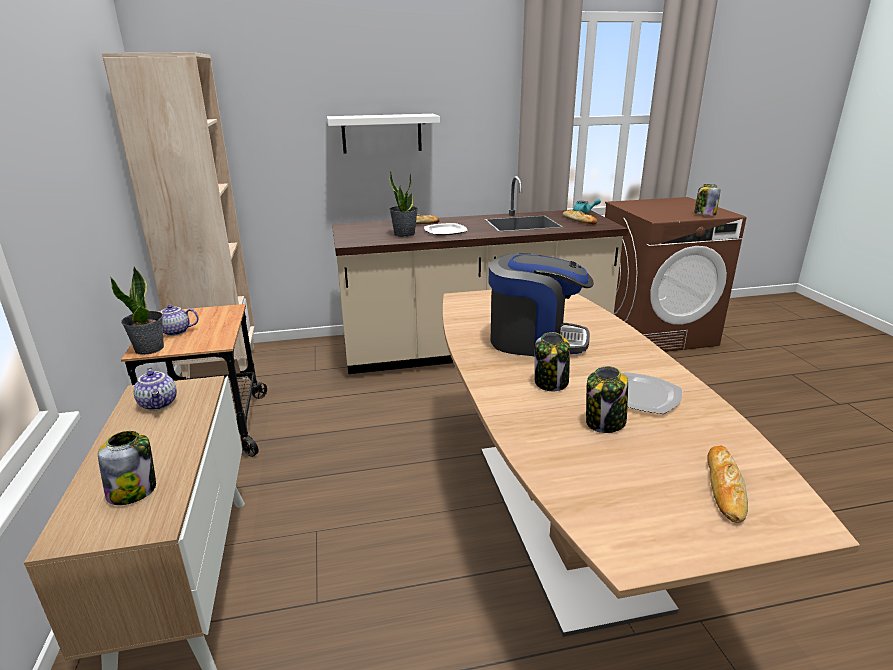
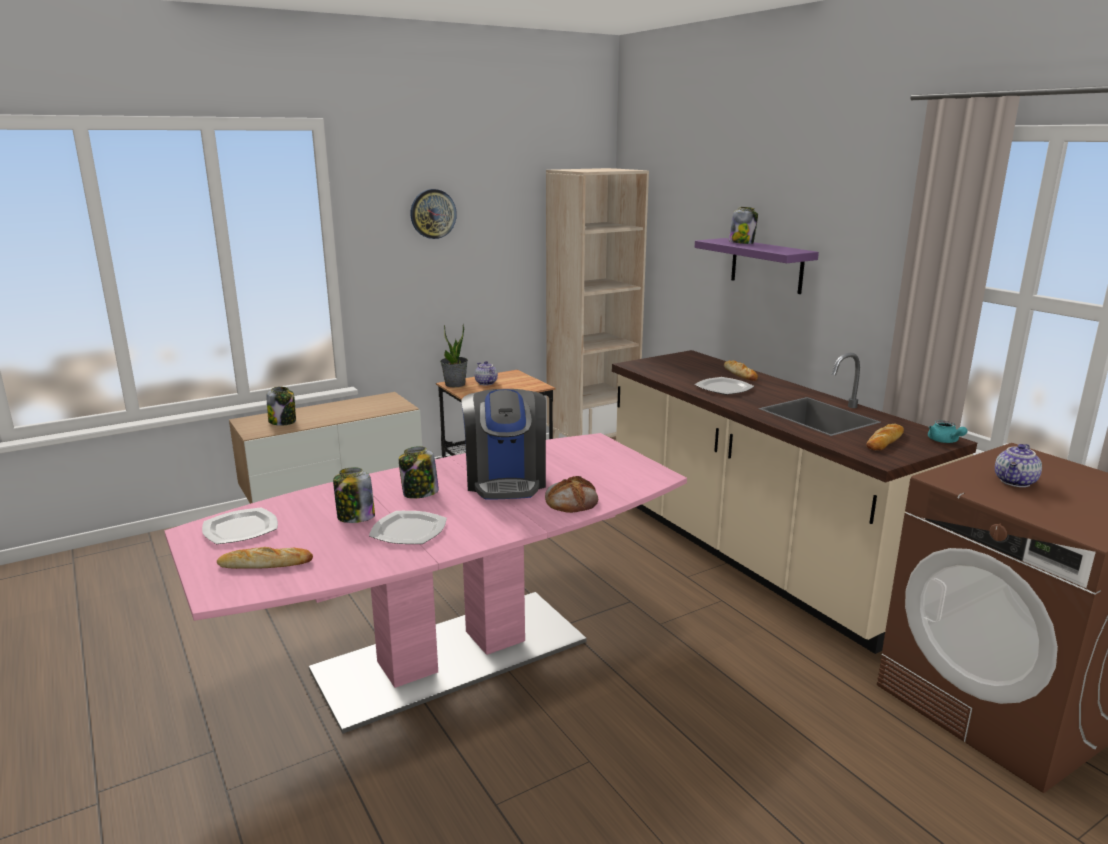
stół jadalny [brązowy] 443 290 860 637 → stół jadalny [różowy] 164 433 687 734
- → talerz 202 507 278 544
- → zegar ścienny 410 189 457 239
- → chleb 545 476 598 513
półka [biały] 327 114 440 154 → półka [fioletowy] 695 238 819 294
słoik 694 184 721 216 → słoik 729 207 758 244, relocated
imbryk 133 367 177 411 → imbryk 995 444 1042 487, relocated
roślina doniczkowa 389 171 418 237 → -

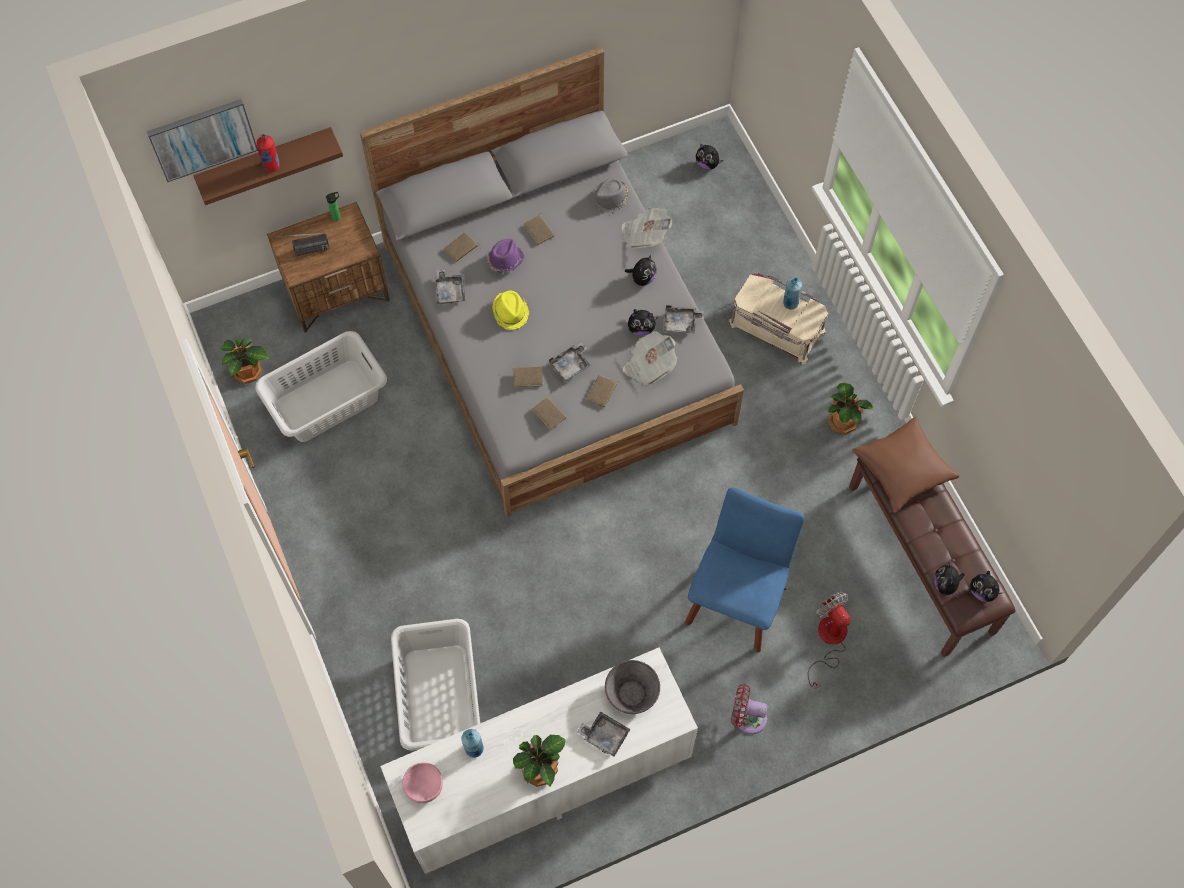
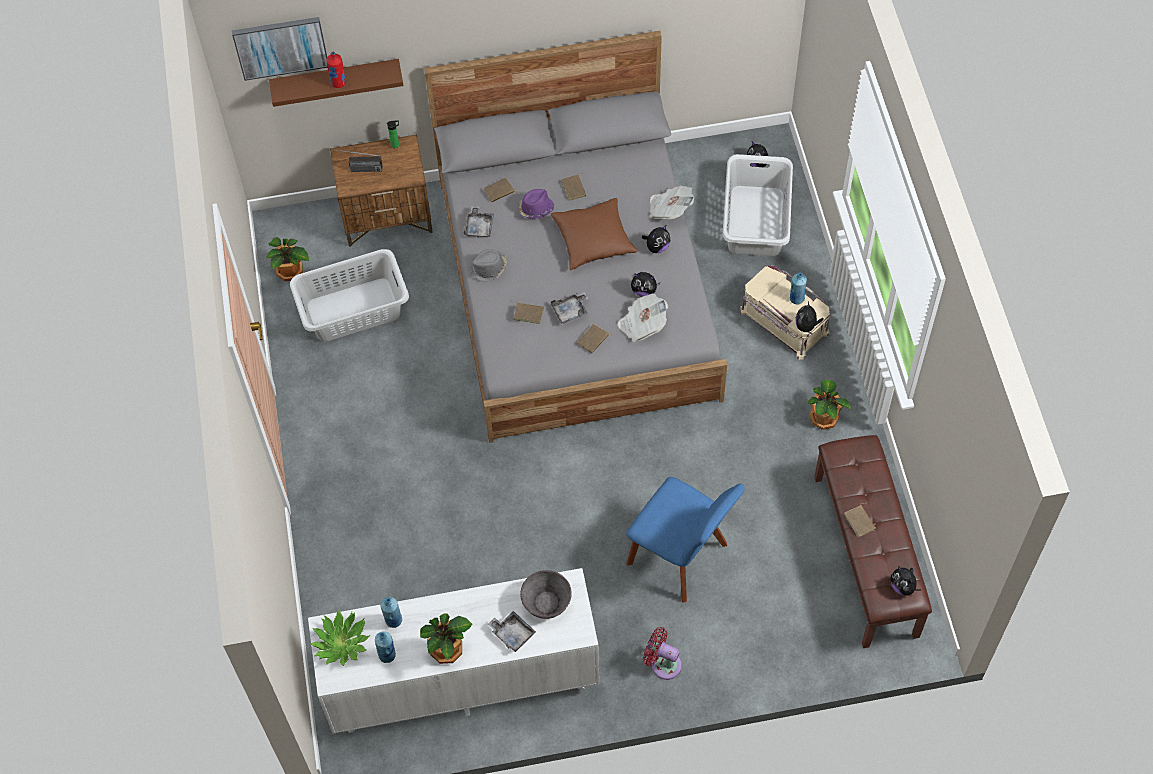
miska [różowy] 402 762 443 803 → roślina doniczkowa 310 609 370 666
- → butelka [niebieski] 375 631 396 663
kapelusz [szary] 590 178 628 213 → kapelusz [szary] 470 249 507 282, relocated
poduszka [brązowy] 852 417 960 513 → poduszka [brązowy] 551 198 638 270, relocated
krzesło [niebieski] 685 487 805 653 → krzesło [niebieski] 626 477 745 603, 90 degrees clockwise
kosz na pranie [szary] 391 619 480 750 → kosz na pranie [szary] 722 154 793 256, relocated
pluszak 934 563 965 597 → pluszak 795 302 824 335, relocated
książka [brązowy] 532 393 566 430 → książka [brązowy] 844 503 876 537, relocated
kapelusz [żółty] 492 290 529 330 → -
taca [szary] 664 305 704 333 → -
wentylator 808 592 851 690 → -

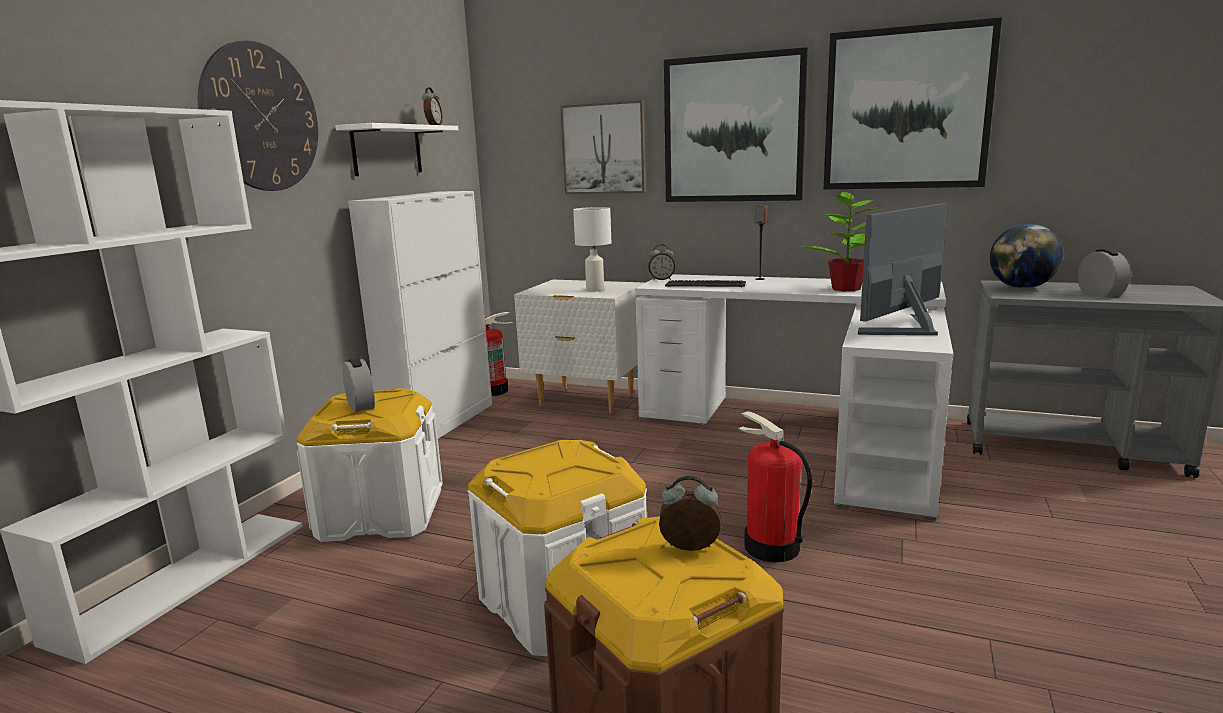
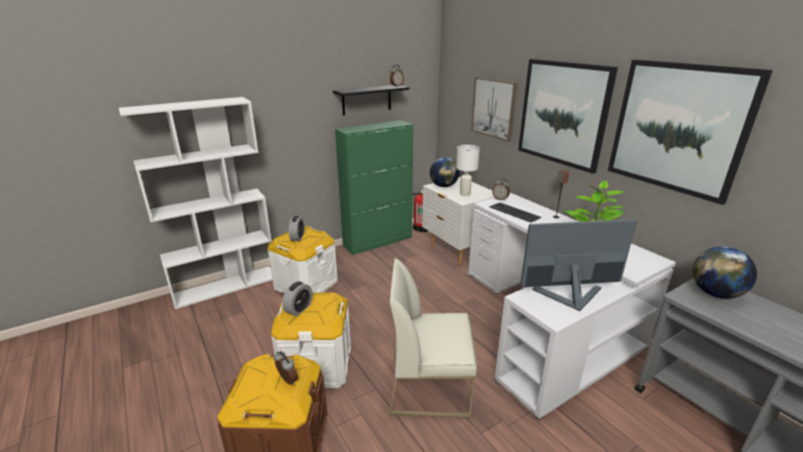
budzik 1078 249 1130 297 → budzik 282 281 313 316, relocated
półka [biały] 335 123 458 176 → półka [czarny] 333 85 409 116
szafka [biały] 348 191 492 439 → szafka [zielony] 335 120 413 255
gaśnica 737 411 812 562 → krzesło [biały] 389 259 477 418
- → globus 430 157 460 187
zegar ścienny 198 41 318 191 → -

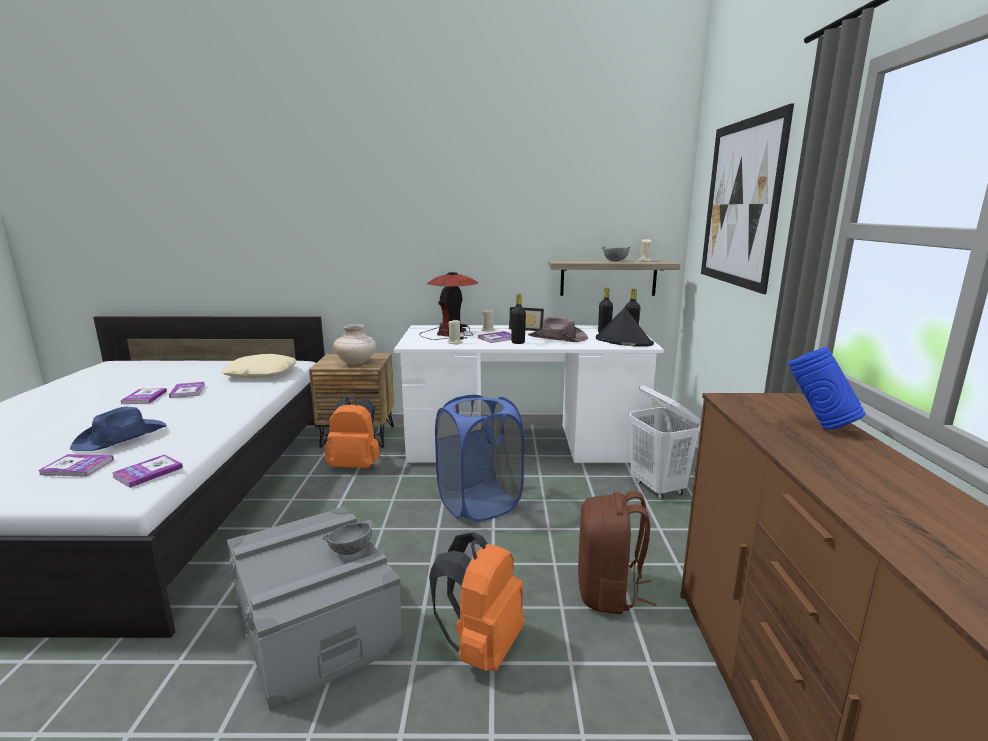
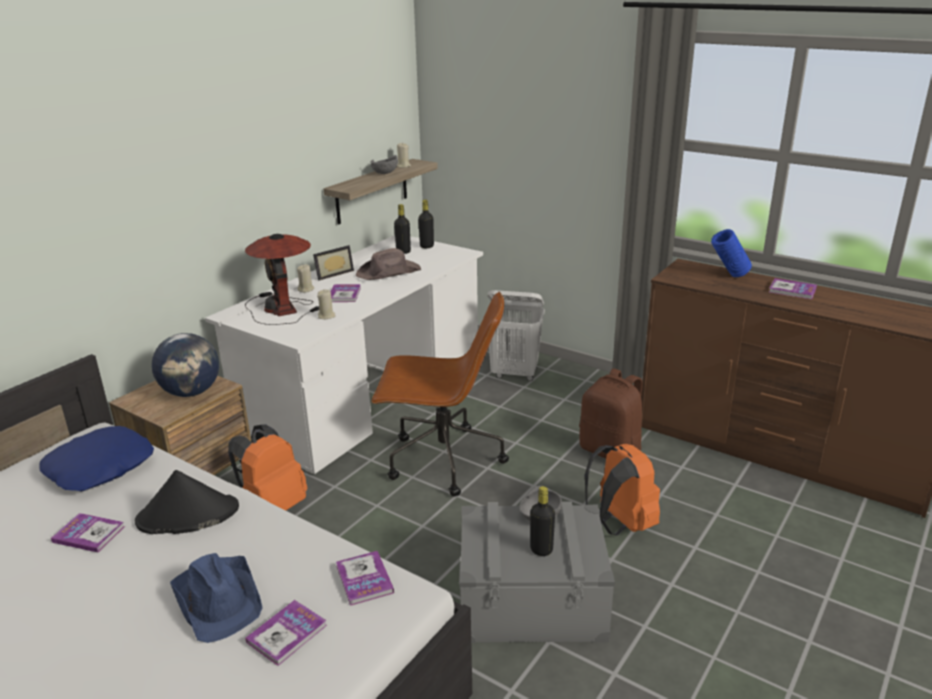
poduszka [beżowy] 222 354 296 379 → poduszka [niebieski] 39 426 154 492
kapelusz [czarny] 596 307 654 347 → kapelusz [czarny] 135 470 239 534, relocated
wazon [beżowy] 333 324 376 365 → globus 152 333 219 397
kosz na pranie [niebieski] 435 394 524 522 → krzesło biurowe [brązowy] 371 292 509 496
butelka [czarny] 511 294 526 344 → butelka [czarny] 530 486 555 556, relocated
książka 120 388 167 404 → książka 769 278 817 299, relocated
obraz 701 104 794 294 → -

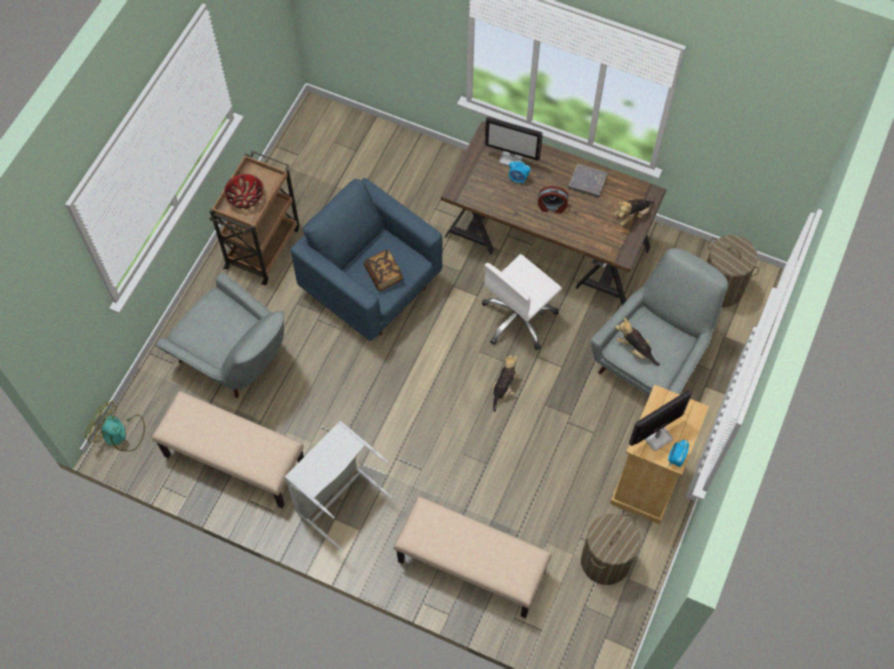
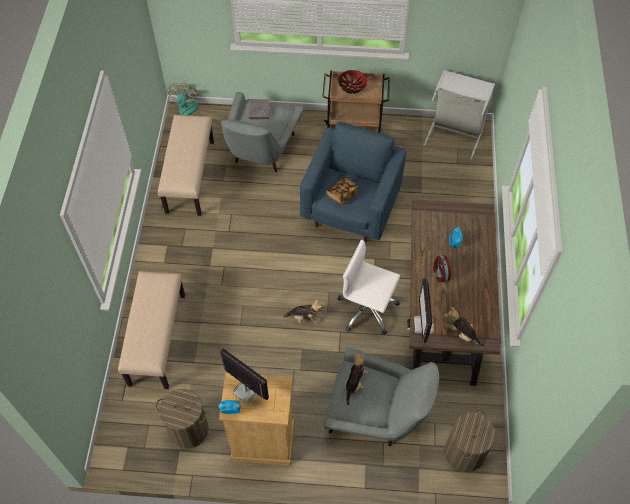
książka [szary] 568 163 608 198 → książka [szary] 249 99 270 119, relocated
monitor 485 117 543 166 → monitor 414 278 434 343, relocated
kosz na pranie [szary] 285 421 392 551 → kosz na pranie [szary] 424 70 495 159, relocated

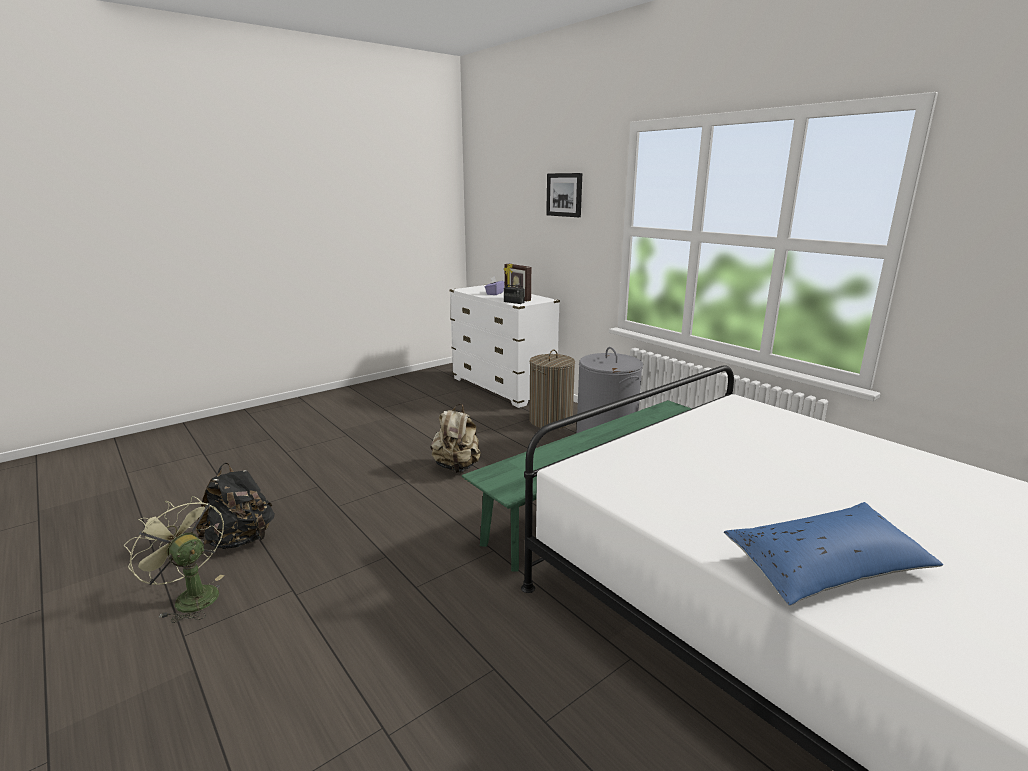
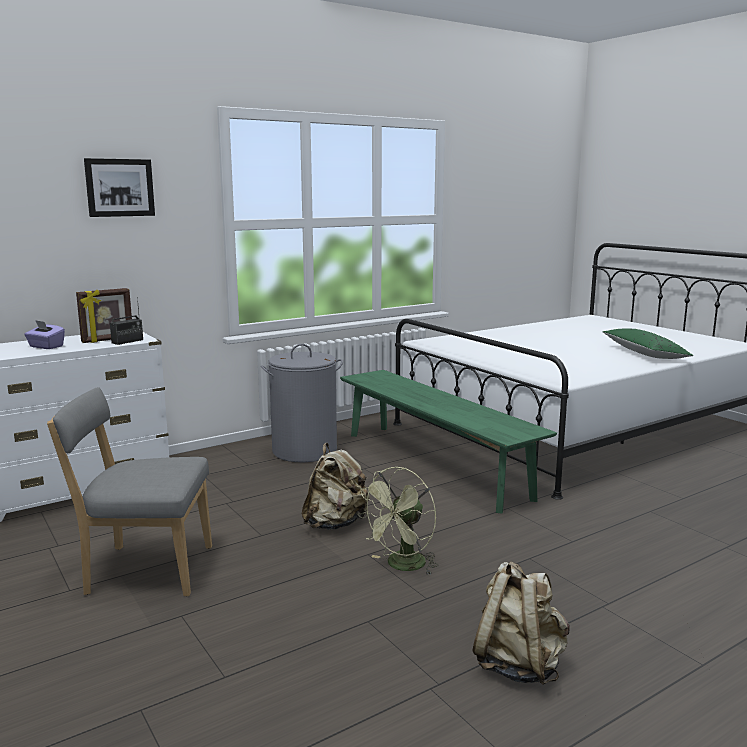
- → krzesło [szary] 47 387 212 596
wentylator [zielony] 124 496 224 623 → wentylator [zielony] 357 467 439 575, relocated
plecak [czarny] 196 463 275 549 → plecak [beżowy] 472 561 570 685
poduszka [niebieski] 724 502 943 606 → poduszka [zielony] 603 329 693 359
kosz na pranie 529 350 575 429 → -

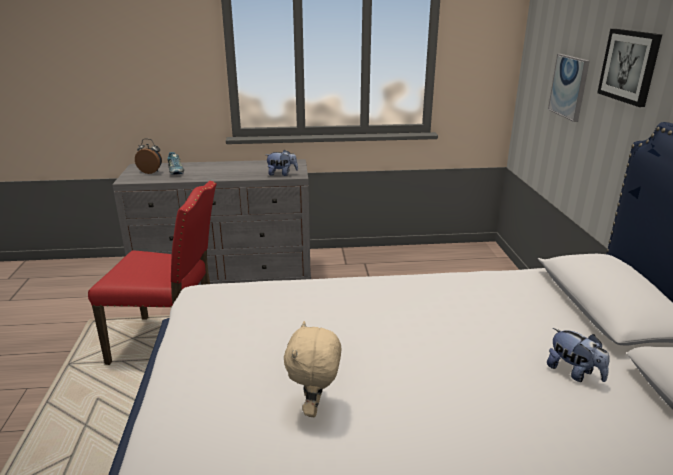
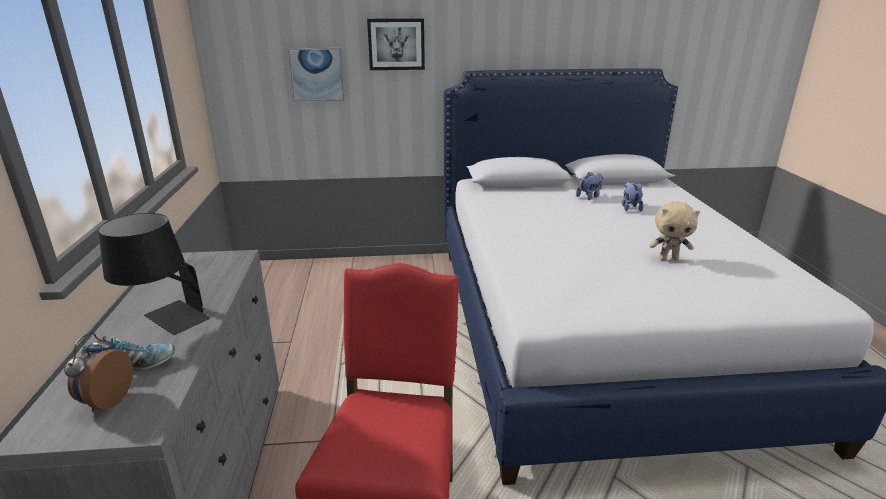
- → lampa stołowa [czarny] 98 213 210 335
pluszak 265 150 298 176 → pluszak 622 182 644 211, relocated

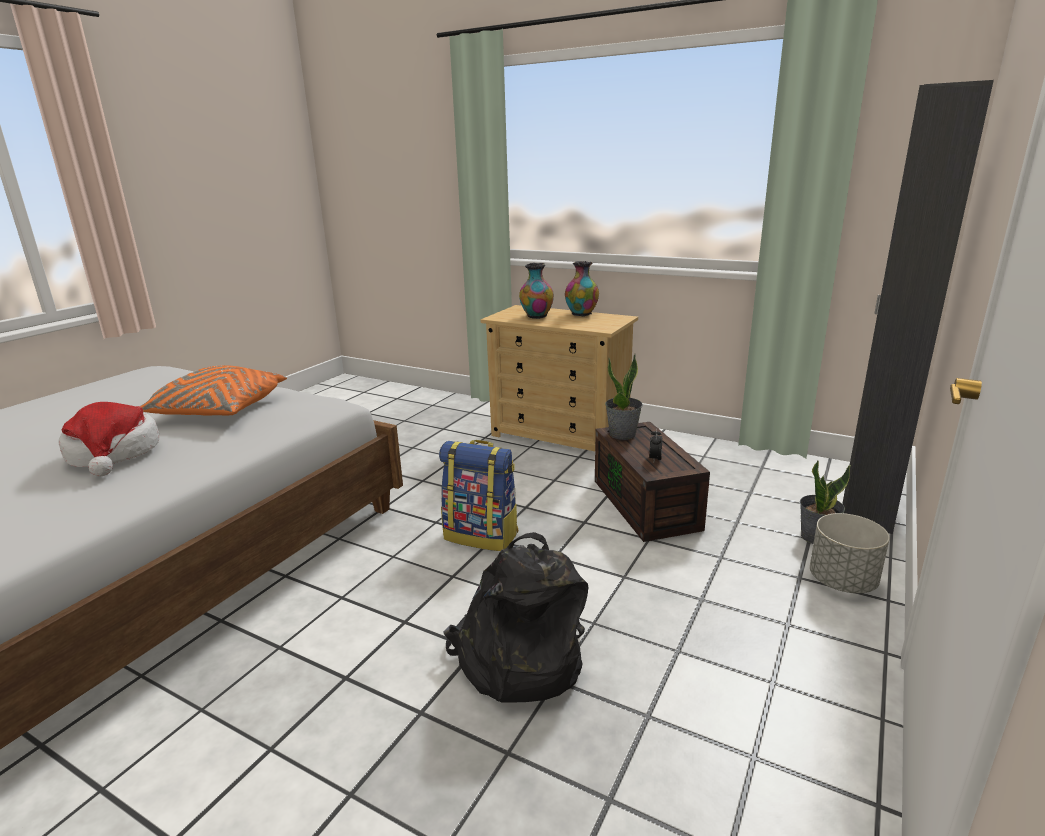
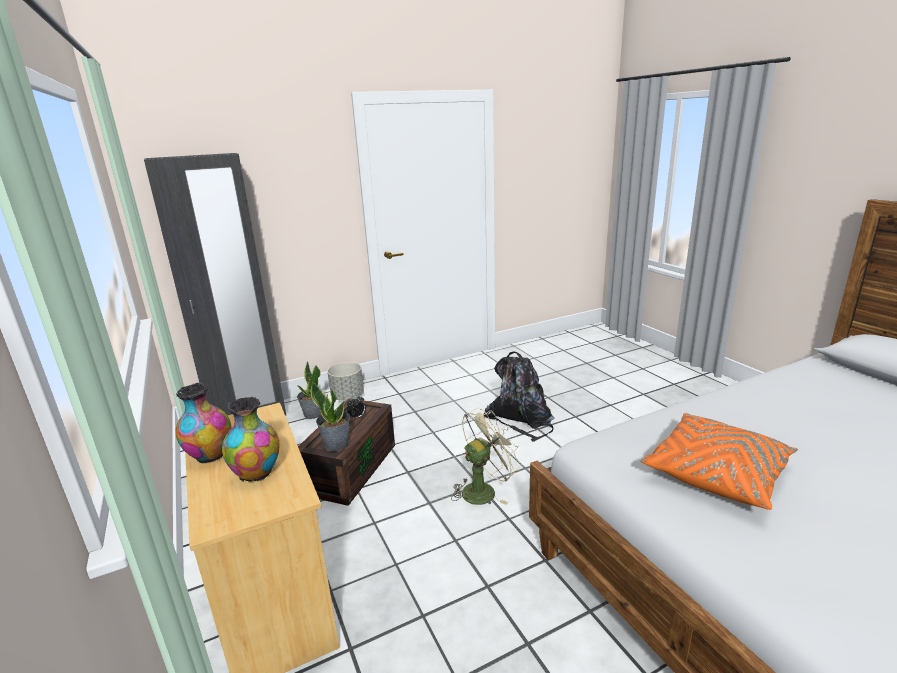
plecak 439 440 519 551 → wentylator [beżowy] 451 408 521 505
kapelusz 58 402 159 477 → -

